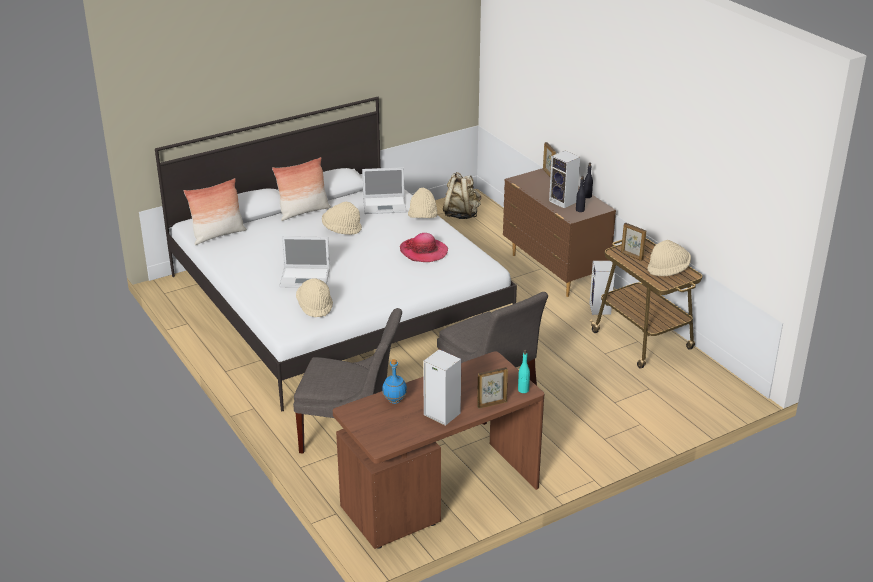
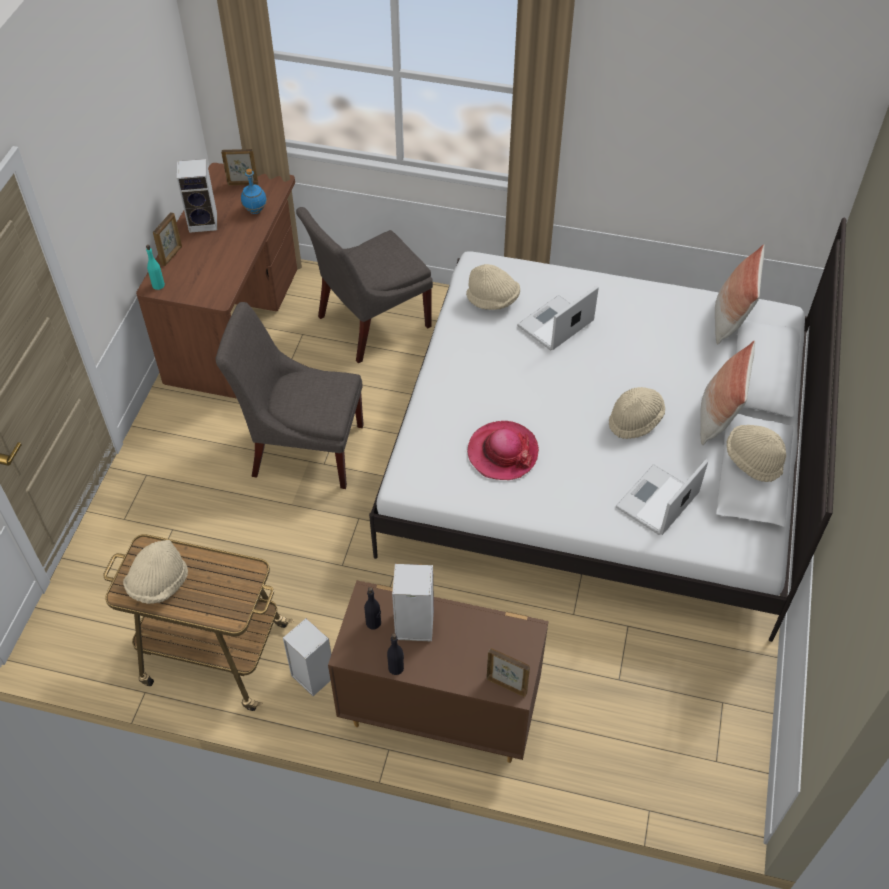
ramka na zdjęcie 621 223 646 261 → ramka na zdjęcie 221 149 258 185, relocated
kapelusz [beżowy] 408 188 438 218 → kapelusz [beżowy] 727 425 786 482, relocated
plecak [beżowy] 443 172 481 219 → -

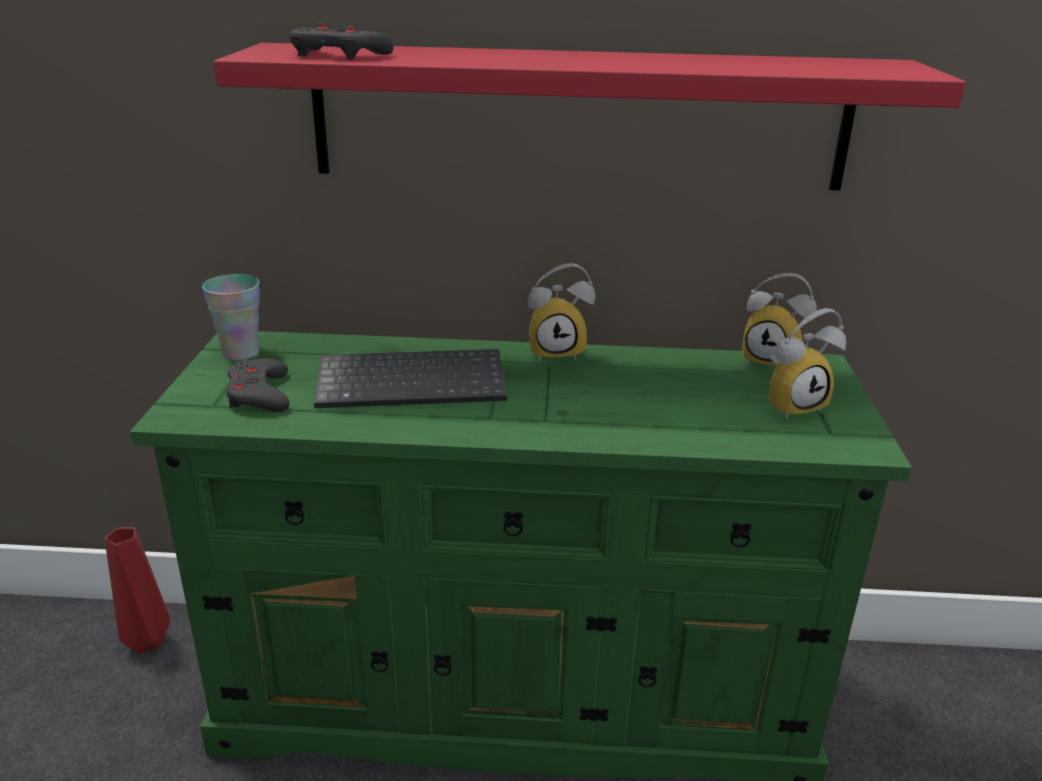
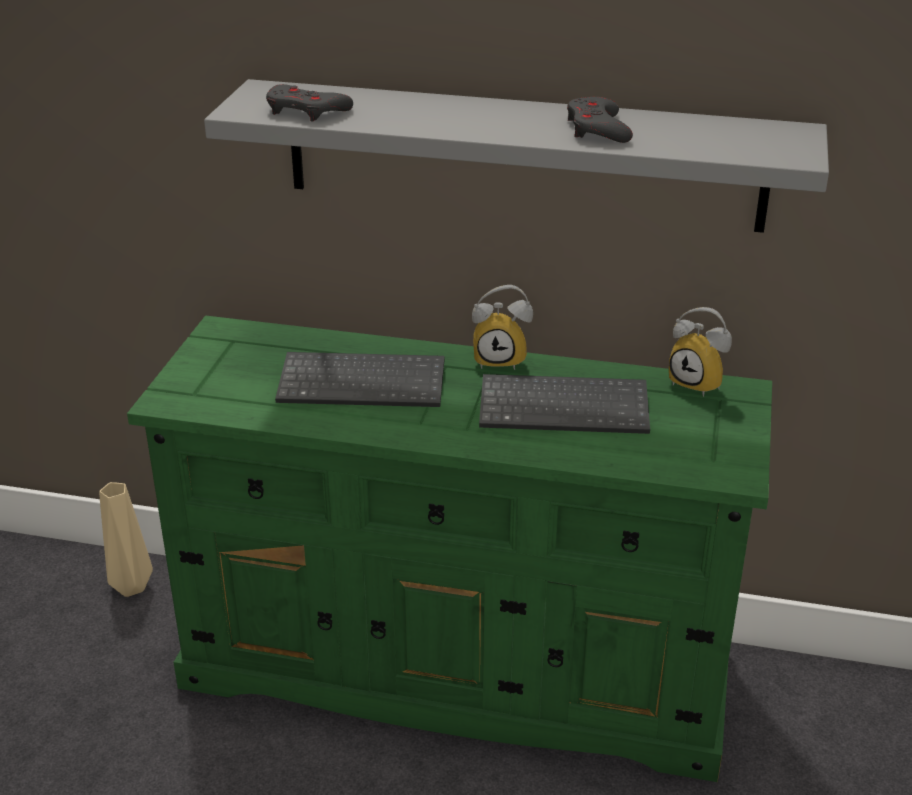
wazon [czerwony] 105 527 170 653 → wazon [beżowy] 99 482 153 597
półka [czerwony] 214 43 966 191 → półka [szary] 204 79 829 233
- → klawiatura 479 374 650 434
pad do gier [szary] 226 358 289 412 → pad do gier [szary] 567 97 633 143, relocated
filiżanka 202 274 260 360 → -
budzik 768 308 846 420 → -

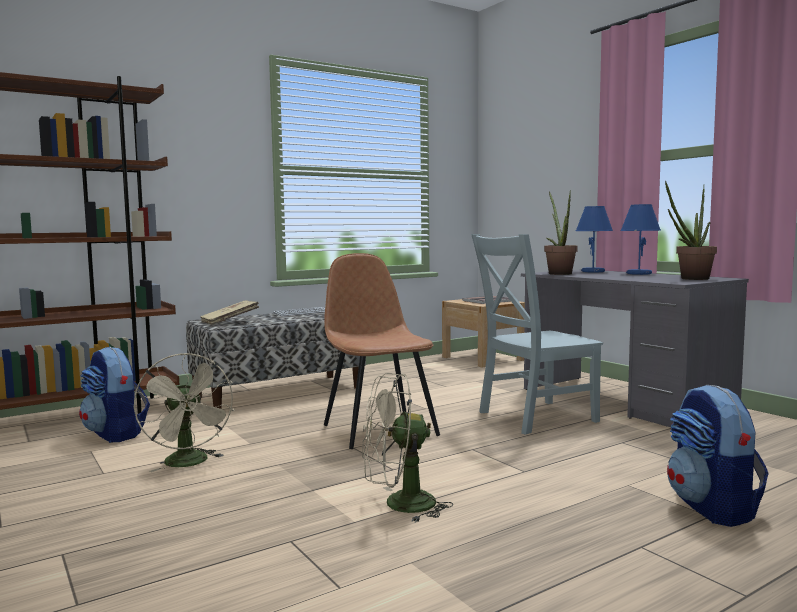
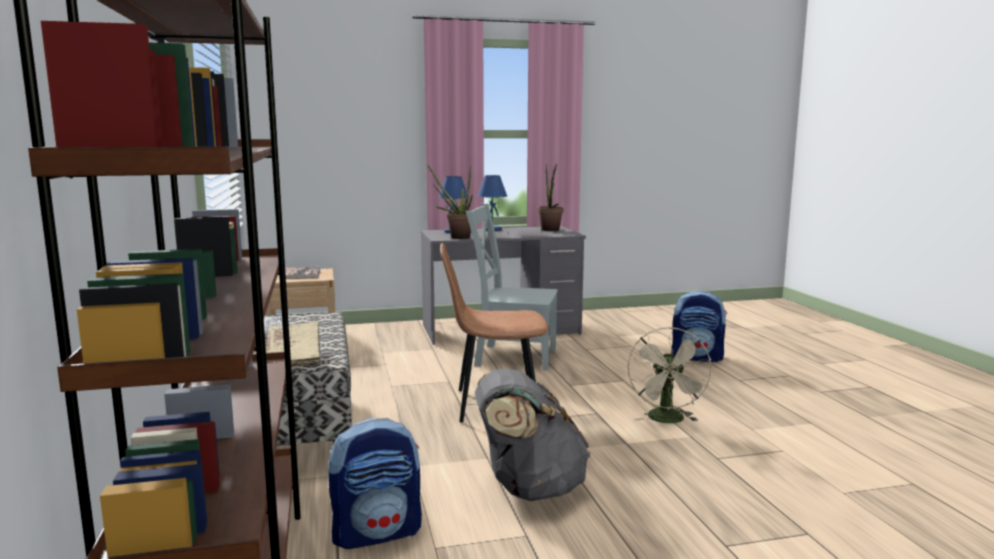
krzesło [szary] 471 234 603 435 → krzesło [szary] 466 204 558 370, 105 degrees clockwise
wentylator [beżowy] 134 353 234 472 → plecak [szary] 475 368 591 501

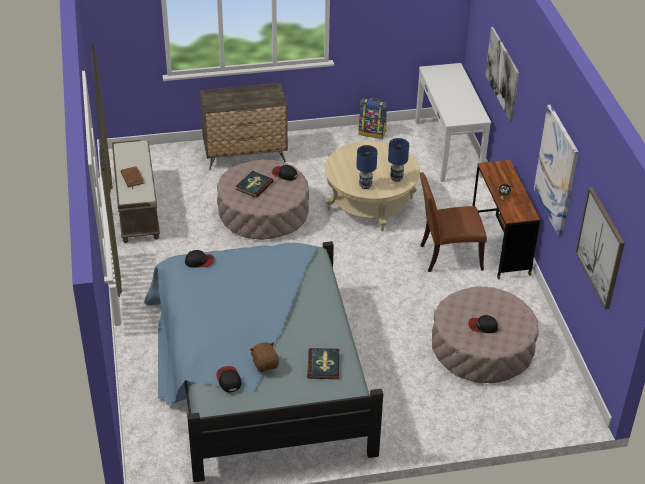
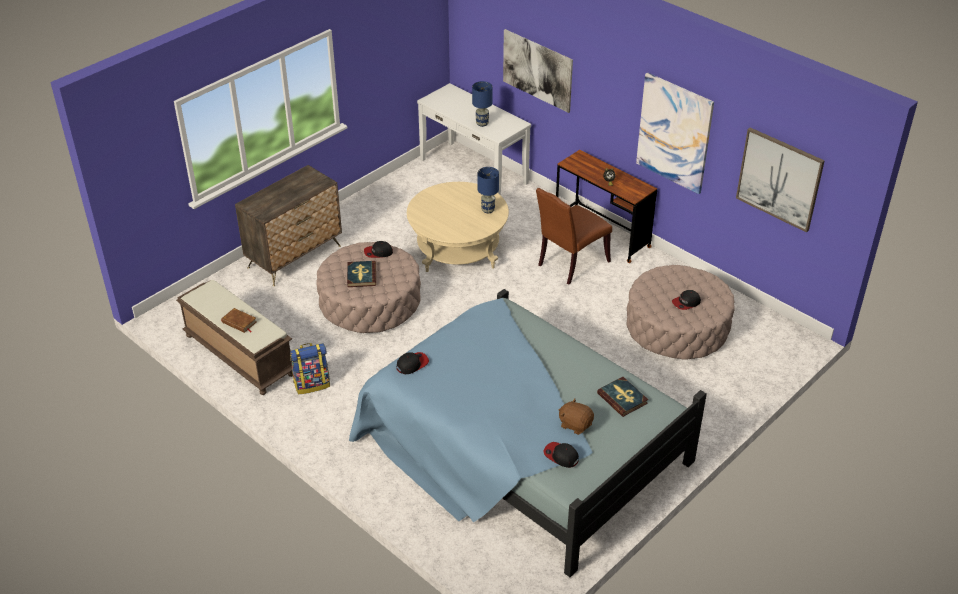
plecak 358 98 387 139 → plecak 290 343 330 394, relocated
lampa stołowa [niebieski] 356 145 378 189 → lampa stołowa [niebieski] 472 81 493 127, relocated

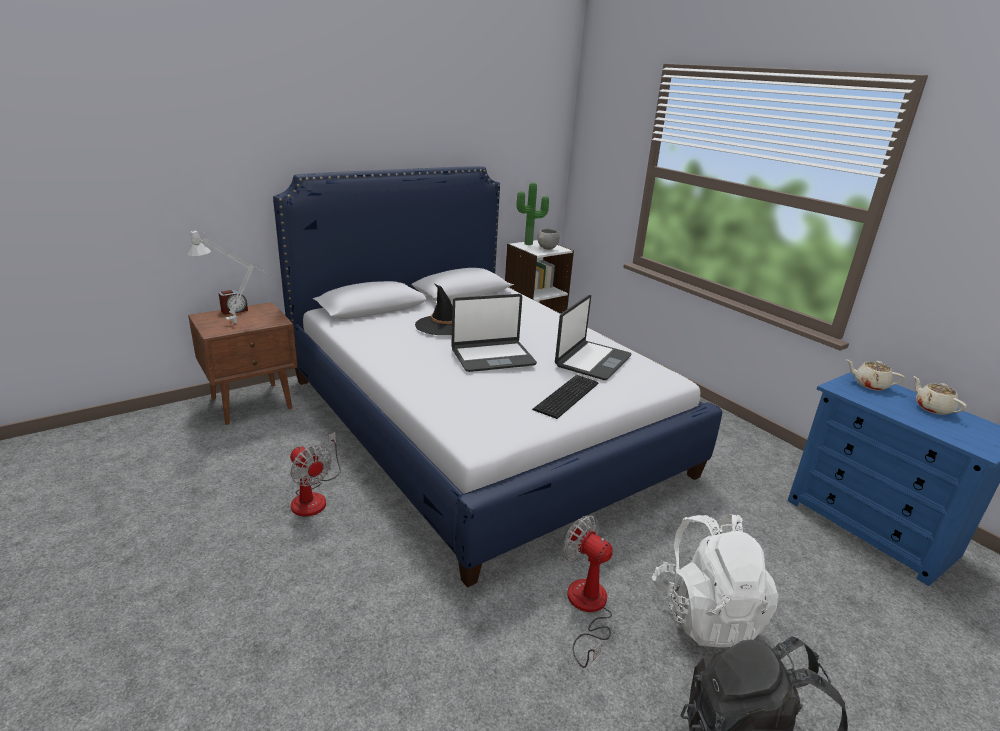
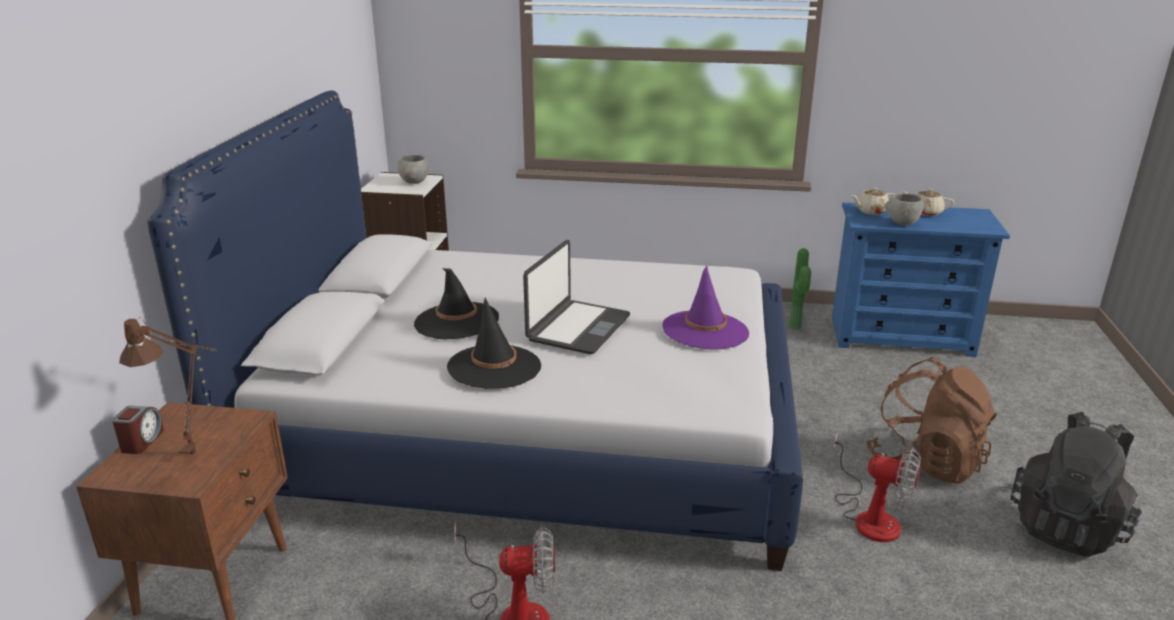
lampa stołowa [szary] 188 230 275 323 → lampa stołowa [brązowy] 119 317 217 460
- → kapelusz [czarny] 447 297 541 389
klawiatura 532 375 598 419 → kapelusz [fioletowy] 662 265 749 350
roślina doniczkowa 516 182 549 245 → roślina doniczkowa 789 248 811 330, relocated
wentylator 563 515 613 668 → wentylator 833 432 921 542, 150 degrees counterclockwise
plecak [biały] 652 514 779 647 → plecak [brązowy] 866 357 997 484
- → miska [szary] 885 193 924 226
laptop 555 295 632 380 → -

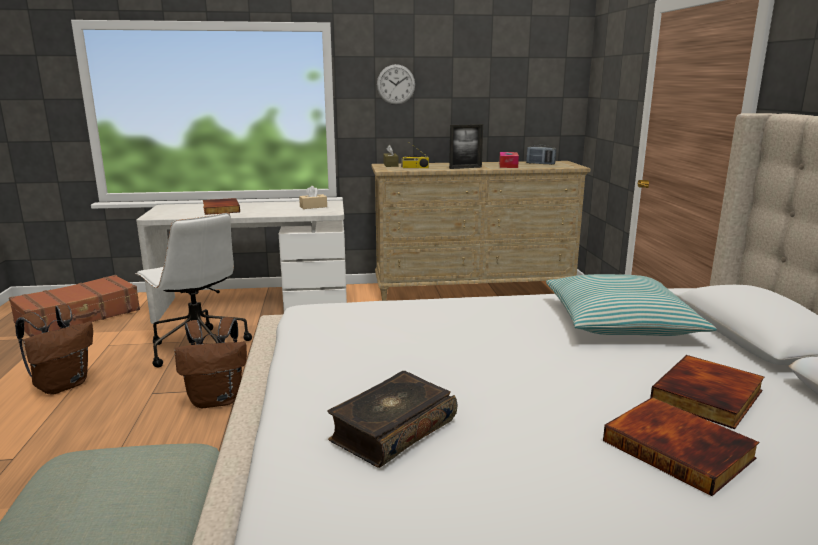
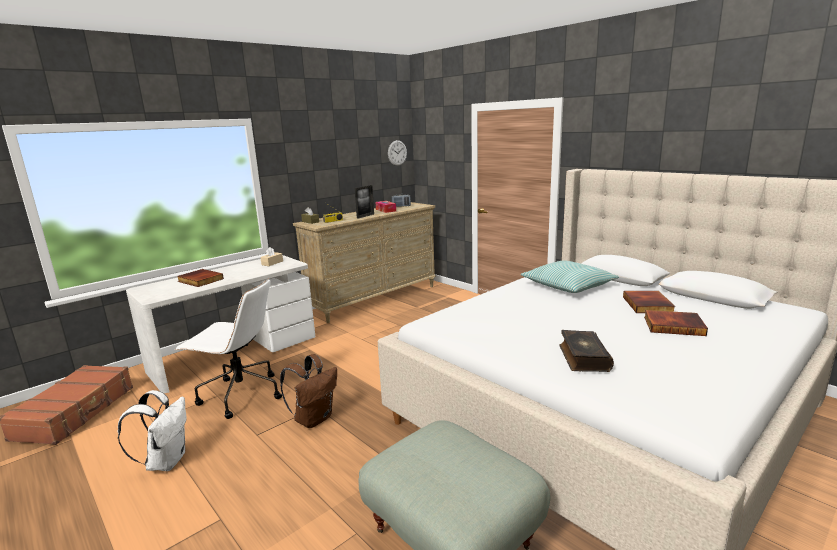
plecak [brązowy] 15 305 93 395 → plecak [biały] 118 390 187 471
zegar ścienny 377 64 415 105 → zegar ścienny 388 140 407 166, relocated

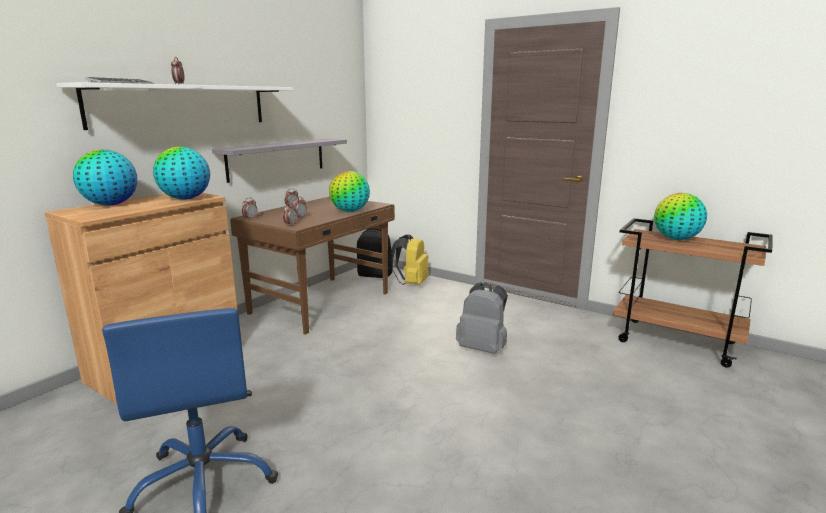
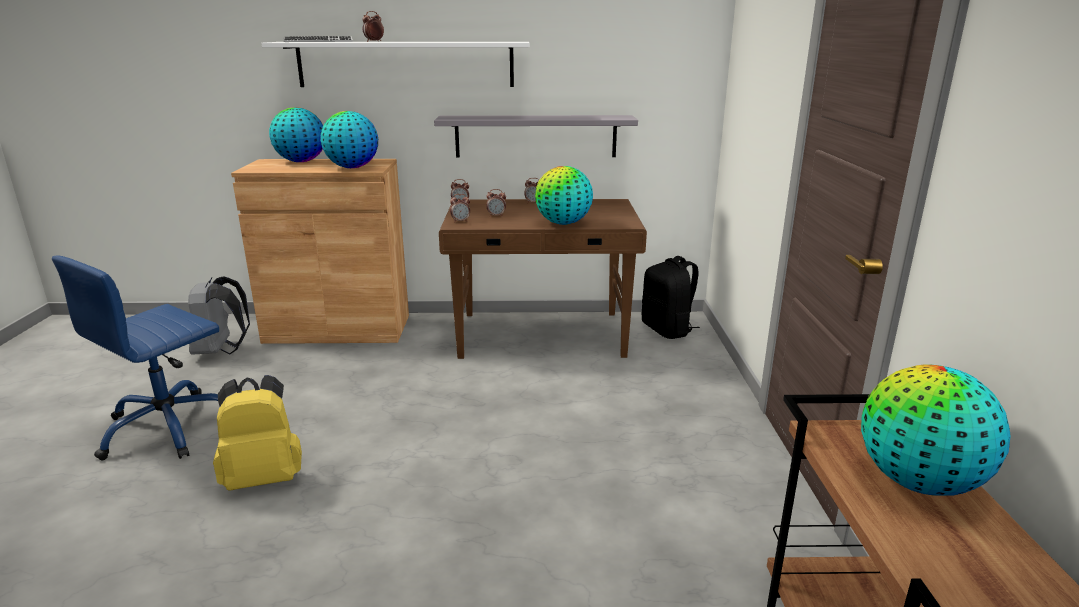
plecak [szary] 456 282 508 354 → plecak [szary] 188 276 250 355, relocated
plecak [żółty] 391 234 429 285 → plecak [żółty] 213 375 302 491, relocated

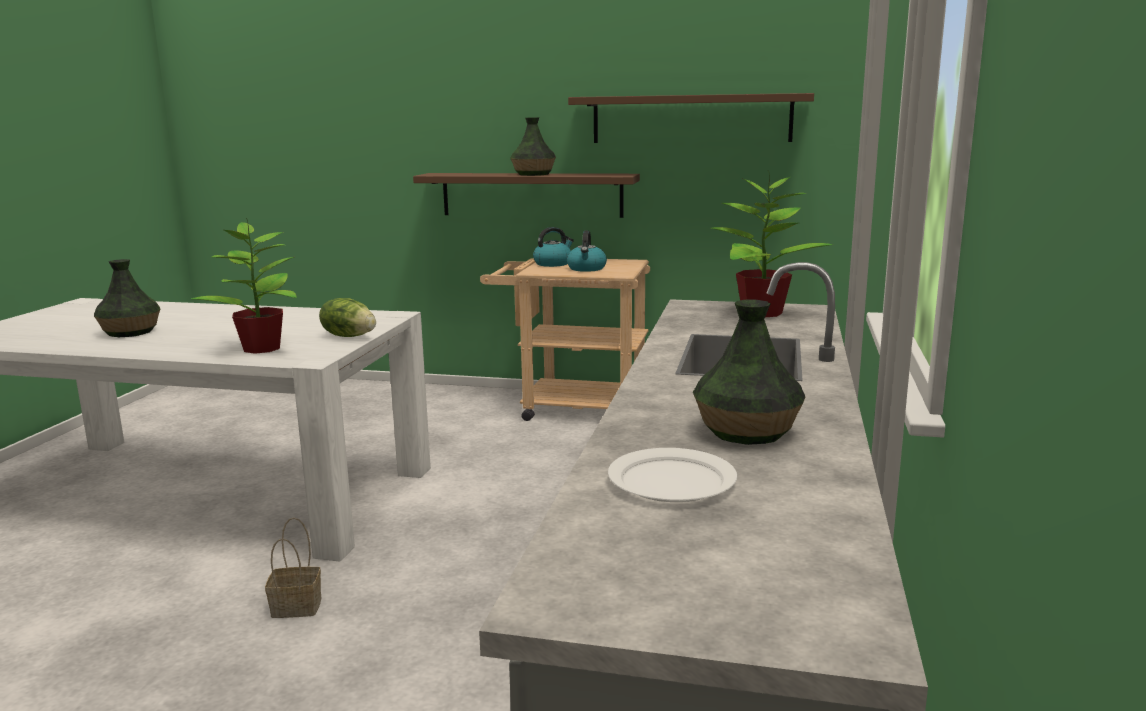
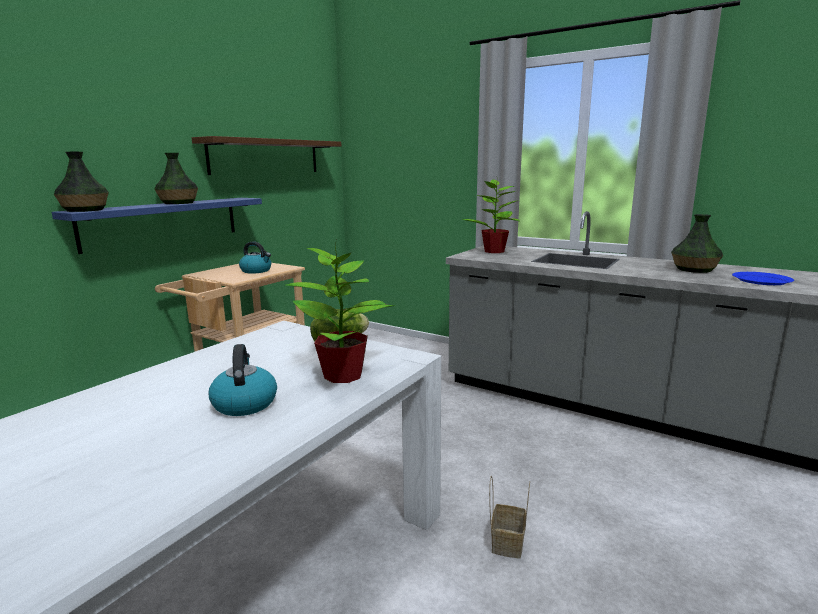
półka [brązowy] 413 173 640 218 → półka [niebieski] 52 198 262 254
wazon 94 259 160 337 → wazon 54 152 109 212, relocated
czajnik 533 227 574 267 → czajnik 209 344 277 416, relocated
talerz [biały] 608 448 737 502 → talerz [niebieski] 732 272 794 285

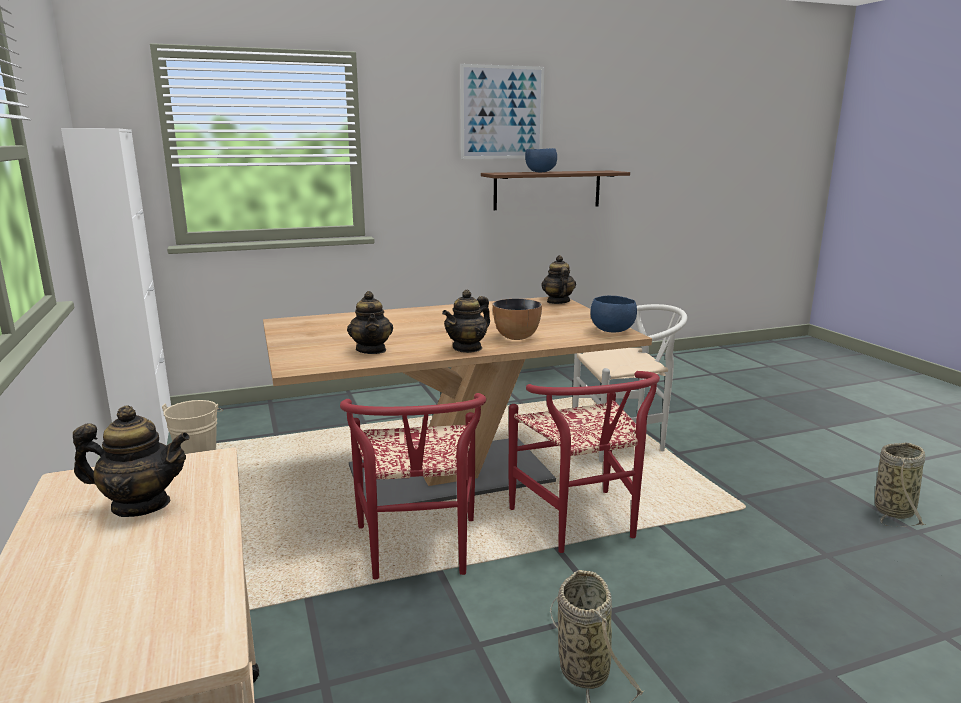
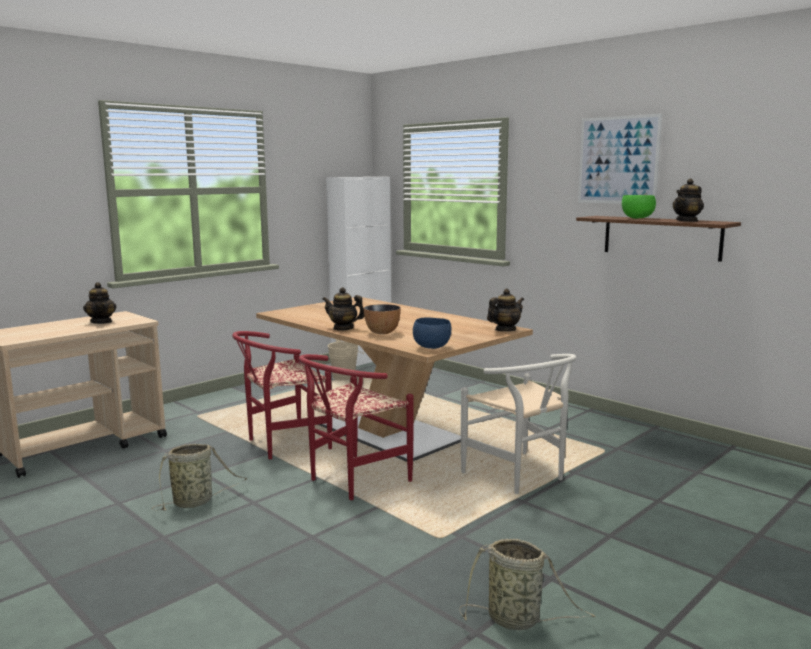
miska [niebieski] 525 148 557 173 → miska [zielony] 622 195 656 219
imbryk 347 291 393 354 → imbryk 673 179 704 222, relocated

